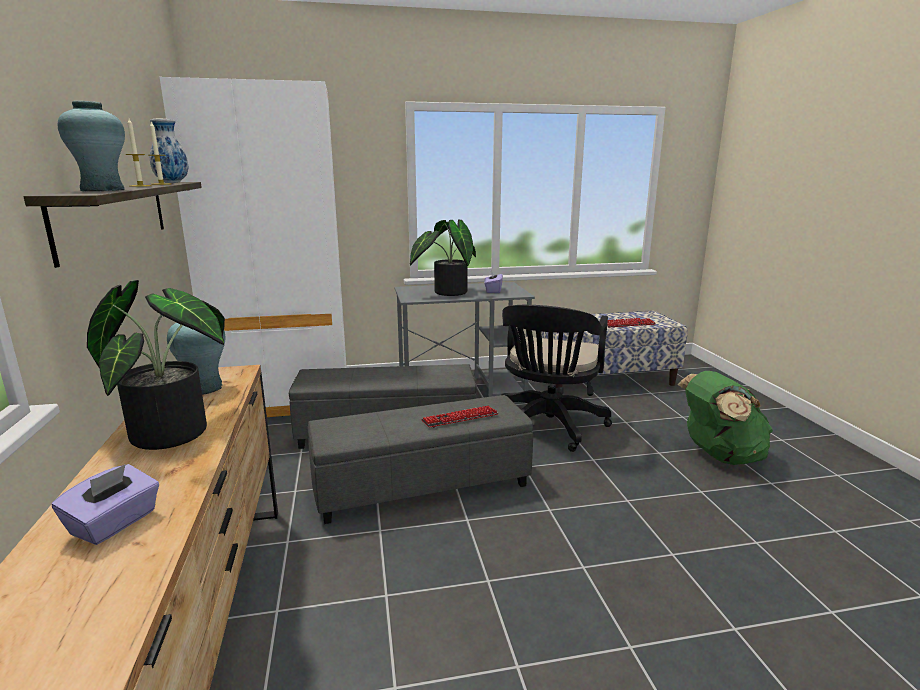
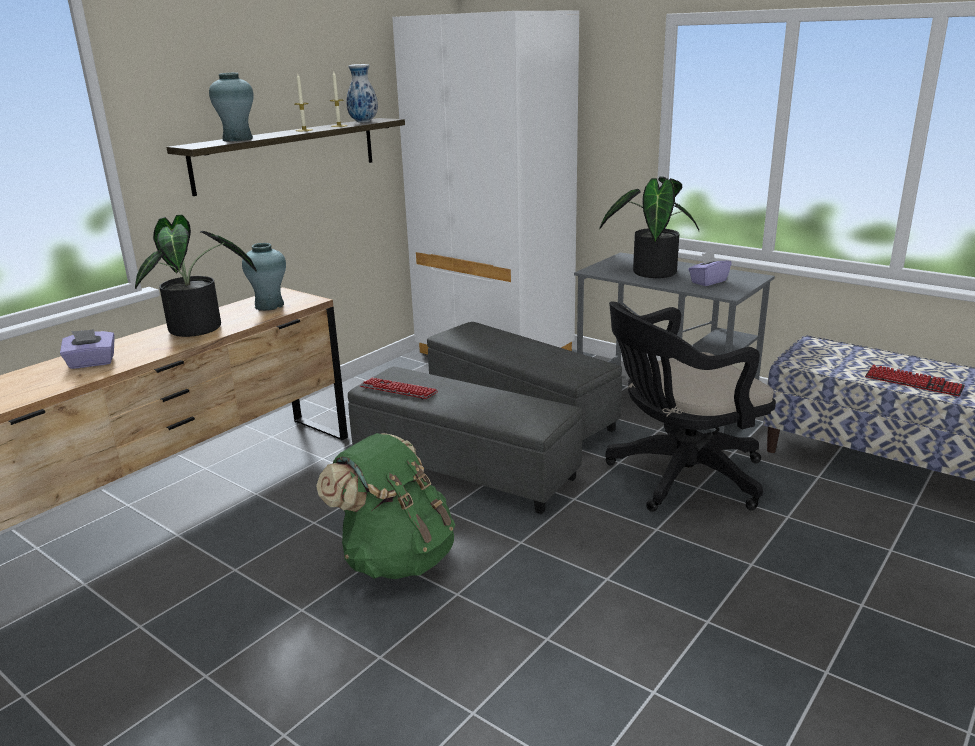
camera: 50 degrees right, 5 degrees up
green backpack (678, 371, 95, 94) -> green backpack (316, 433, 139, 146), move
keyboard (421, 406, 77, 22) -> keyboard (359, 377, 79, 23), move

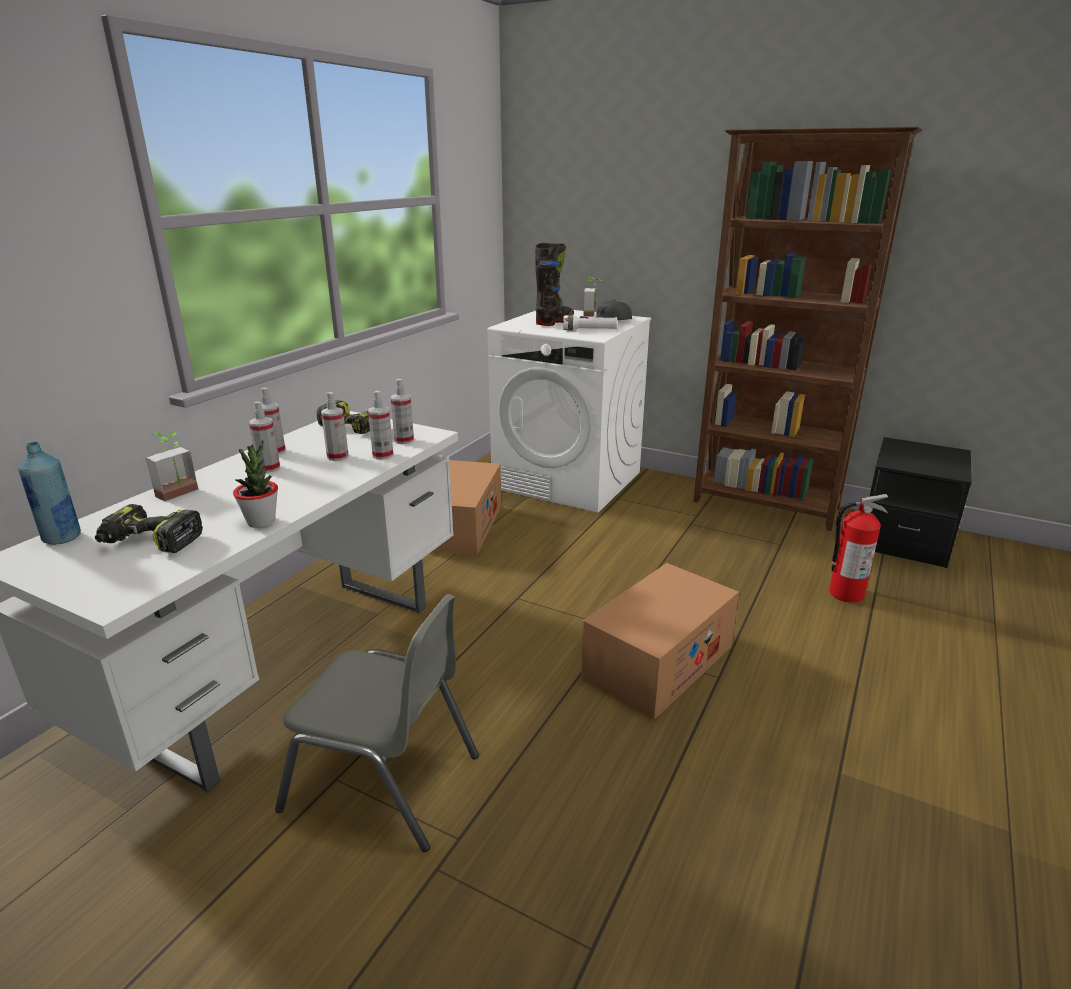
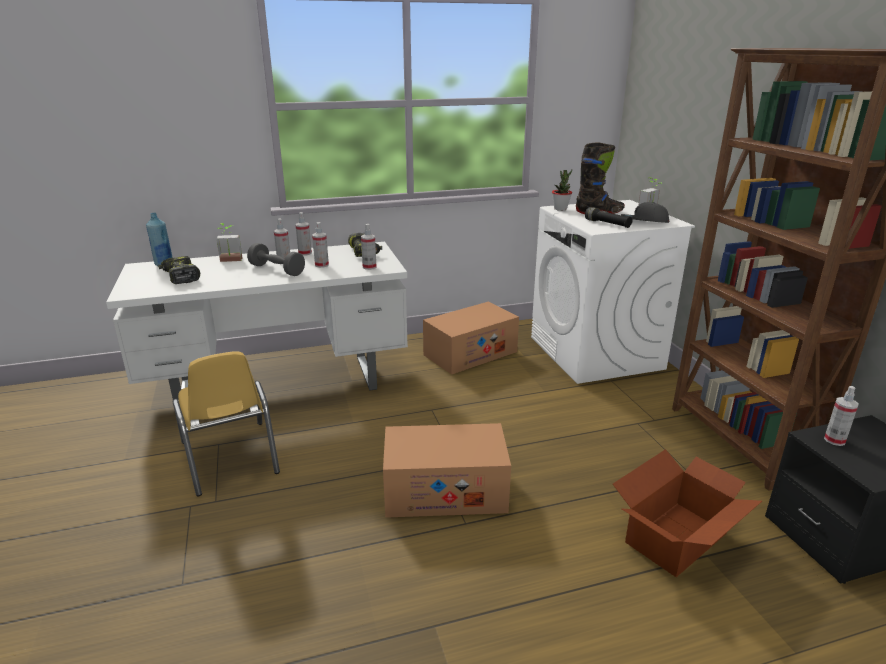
camera: 45 degrees right, 0 degrees up
grey chair (275, 594, 204, 258) -> yellow chair (173, 352, 107, 144)
none -> grey dumbbell (247, 243, 58, 33)
potted plant (233, 440, 45, 88) -> potted plant (552, 170, 20, 41), move
white flashlight (563, 315, 54, 15) -> black flashlight (585, 207, 48, 21)
fire extinguisher (829, 494, 59, 109) -> cardboard box (613, 449, 149, 128)
spray bottle (368, 391, 25, 69) -> spray bottle (824, 386, 34, 60), move

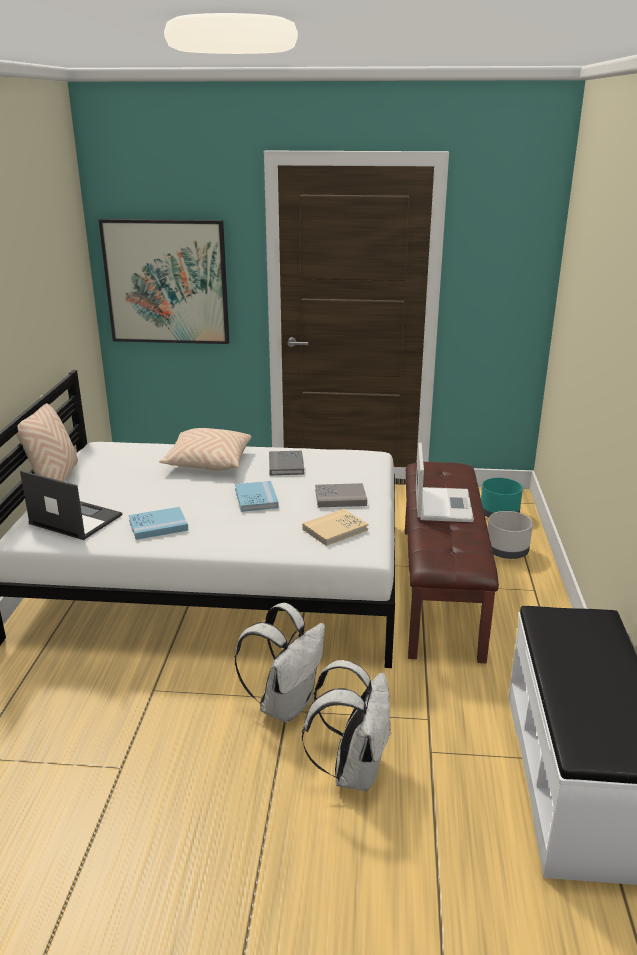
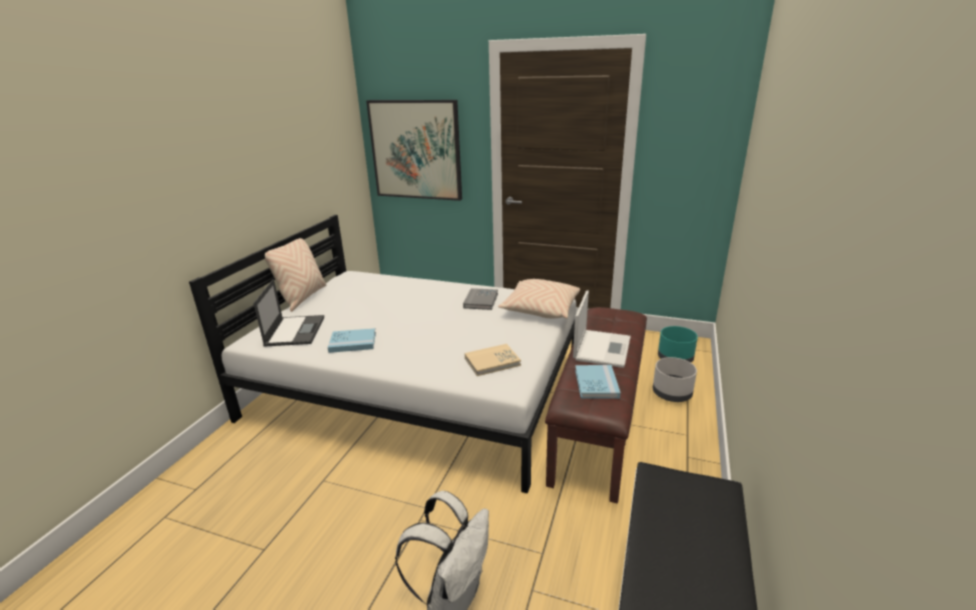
camera: 15 degrees right, 0 degrees up
laptop (20, 470, 102, 70) -> laptop (254, 279, 70, 68), 45 degrees clockwise
beige pillow (159, 428, 92, 42) -> beige pillow (498, 279, 82, 40), move
blue book (235, 481, 44, 31) -> blue book (575, 365, 46, 34), move
white backpack (234, 603, 91, 119) -> none
grey book (315, 483, 52, 24) -> none

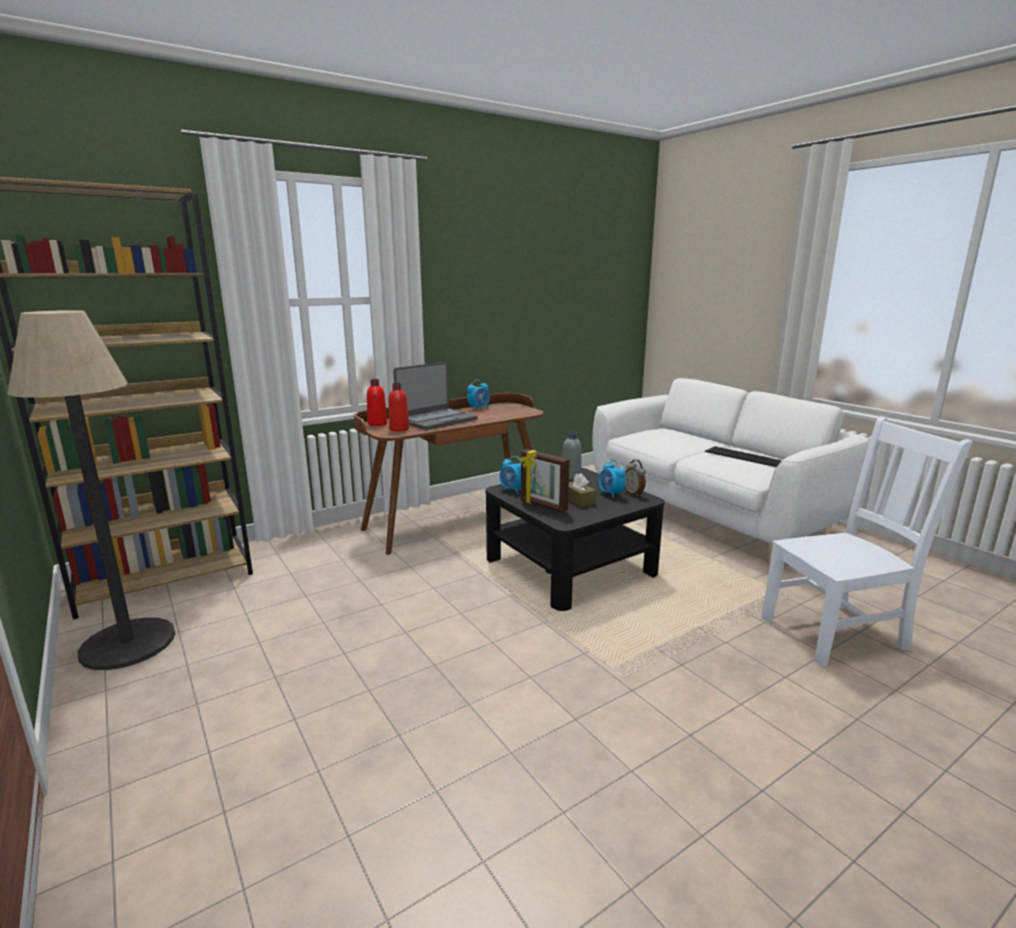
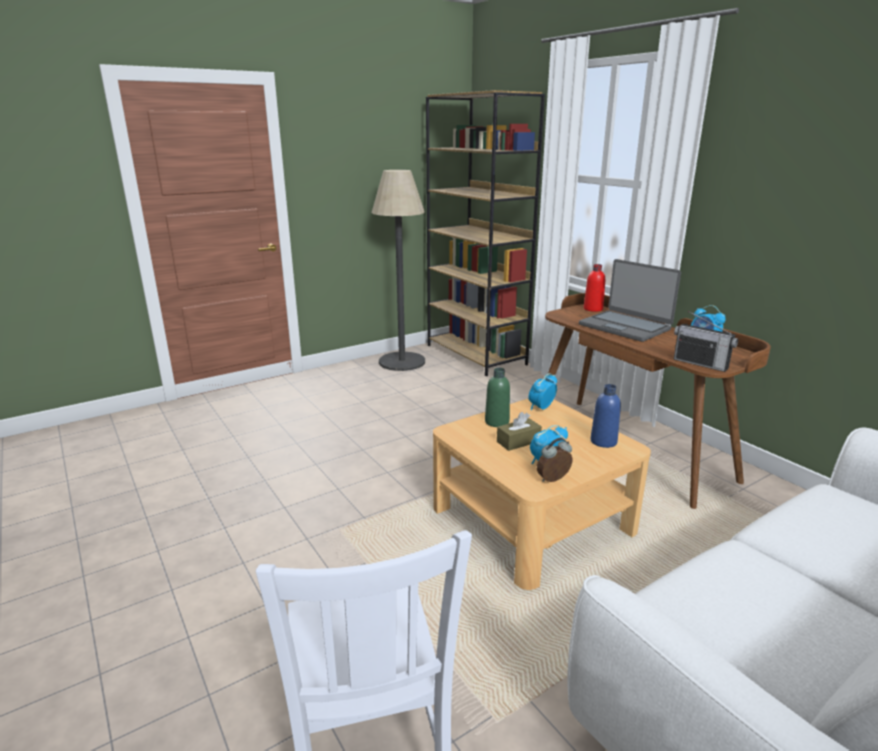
camera: 90 degrees right, 5 degrees up
black coffee table (486, 468, 179, 143) -> beige coffee table (433, 399, 218, 191)
picture frame (520, 449, 50, 64) -> green bottle (485, 368, 25, 59)
grey bottle (562, 431, 19, 49) -> blue bottle (590, 384, 31, 64)
none -> radio (673, 311, 65, 61)
red bottle (388, 383, 21, 49) -> none
keyboard (705, 446, 77, 21) -> none

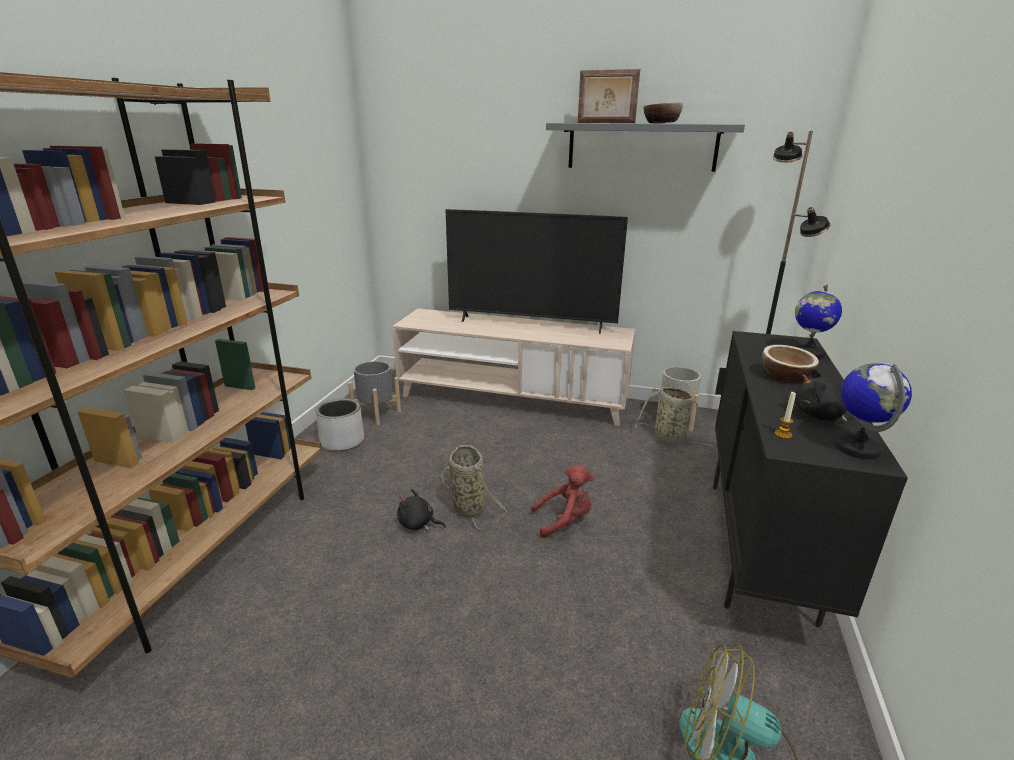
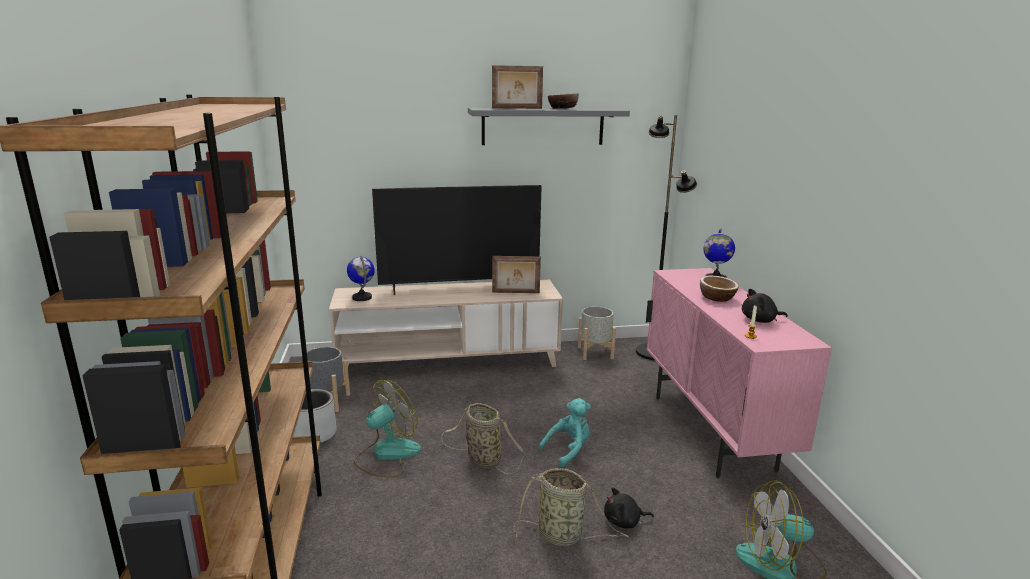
camera: 25 degrees left, 5 degrees down
globe (835, 363, 77, 96) -> globe (347, 256, 28, 45), move
none -> fan (354, 380, 67, 97)
none -> picture frame (492, 256, 49, 37)
basket (635, 387, 82, 59) -> basket (513, 468, 117, 78), move
red plush toy (531, 465, 63, 73) -> turquoise plush toy (539, 398, 52, 69)
black plush toy (397, 489, 49, 41) -> black plush toy (604, 488, 50, 41), move
black cabinet (713, 331, 195, 296) -> pink cabinet (646, 268, 186, 210)

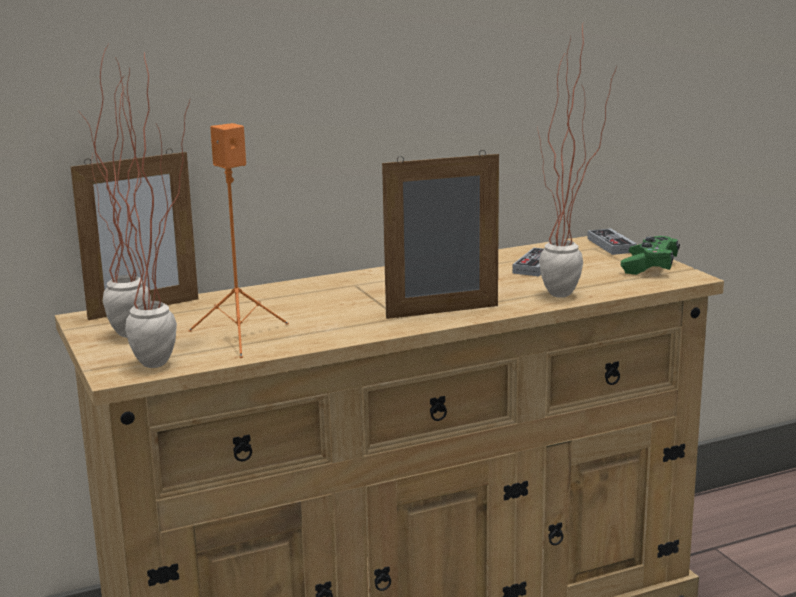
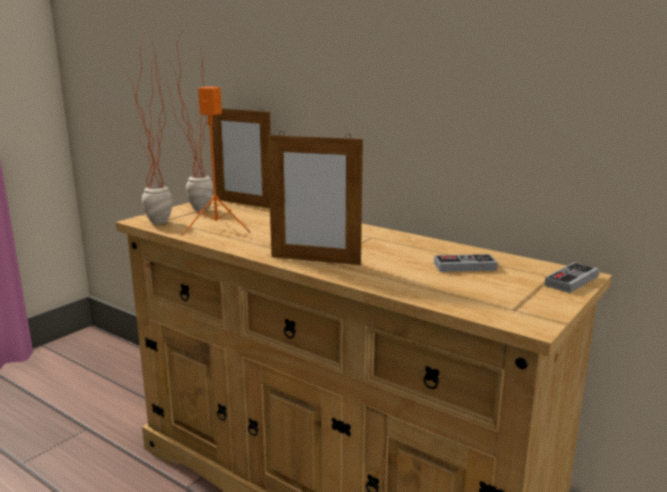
camera: 60 degrees right, 0 degrees up
picture frame (382, 150, 117, 169) -> picture frame (267, 131, 96, 134), 150 degrees clockwise
potted plant (538, 25, 79, 273) -> none
green game controller (621, 236, 59, 39) -> none

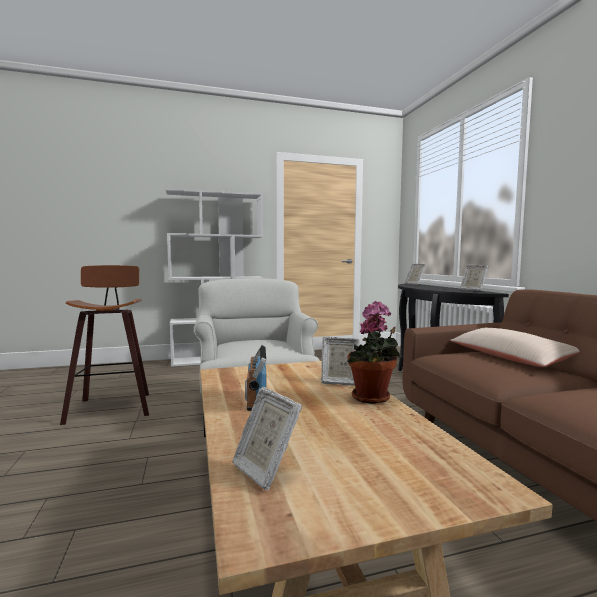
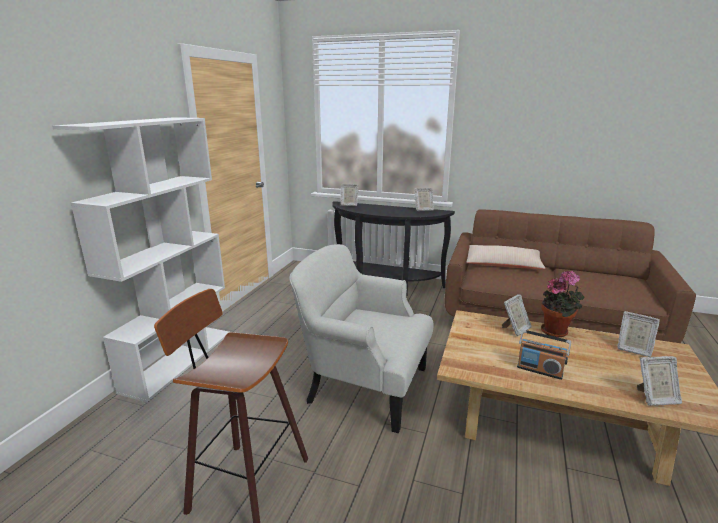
camera: 55 degrees left, 15 degrees up
none -> picture frame (617, 311, 42, 46)

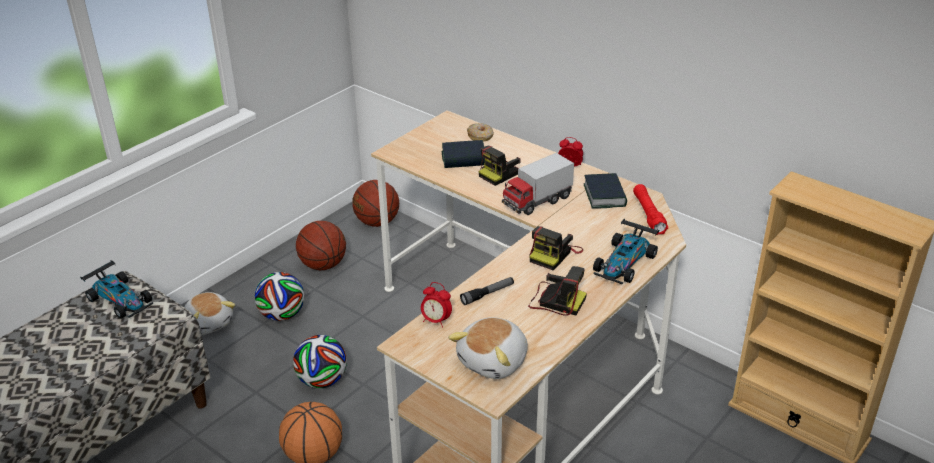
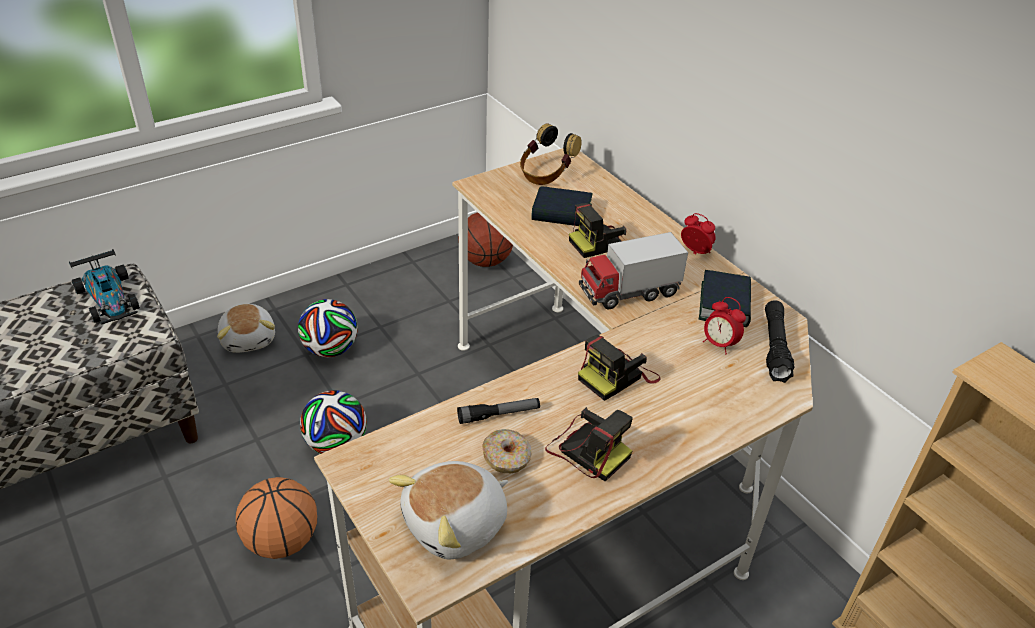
camera: 15 degrees right, 5 degrees up
donut (467, 123, 27, 18) -> donut (482, 429, 49, 44), move
none -> headphones (520, 123, 62, 62)
alarm clock (421, 282, 31, 46) -> alarm clock (703, 297, 43, 58), move
red flashlight (633, 184, 35, 51) -> black flashlight (765, 300, 30, 83)
basketball (296, 221, 50, 49) -> none
toy car (593, 219, 66, 65) -> none

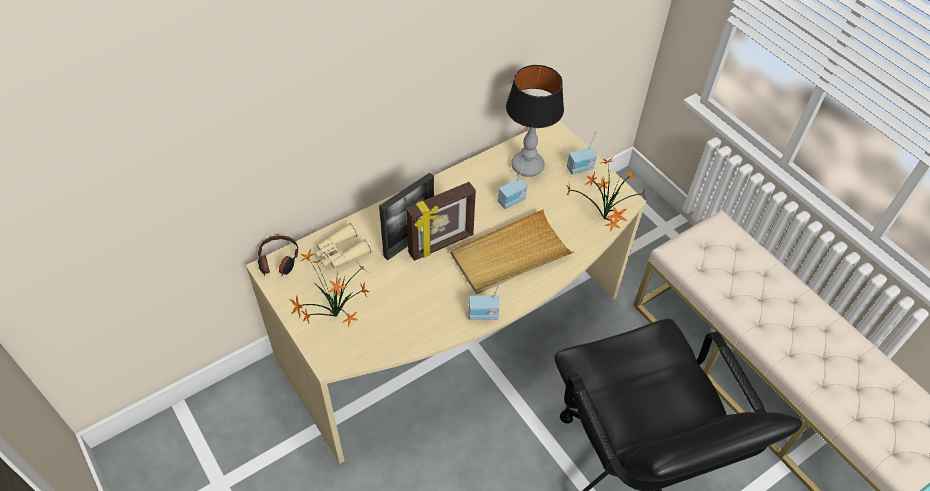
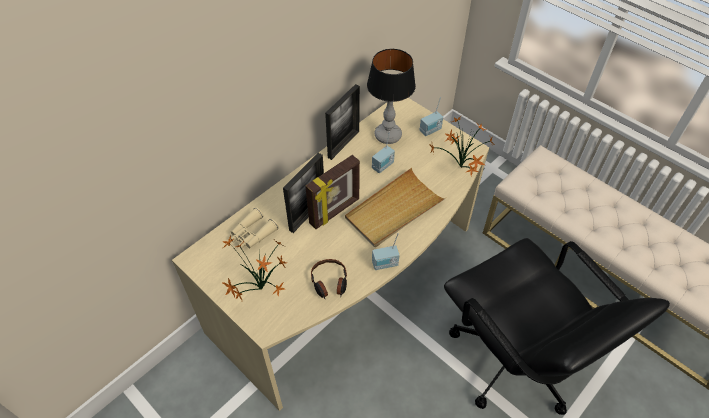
camera: 10 degrees left, 0 degrees up
headphones (258, 235, 40, 42) -> headphones (311, 259, 36, 41), move
none -> picture frame (325, 84, 35, 76)

